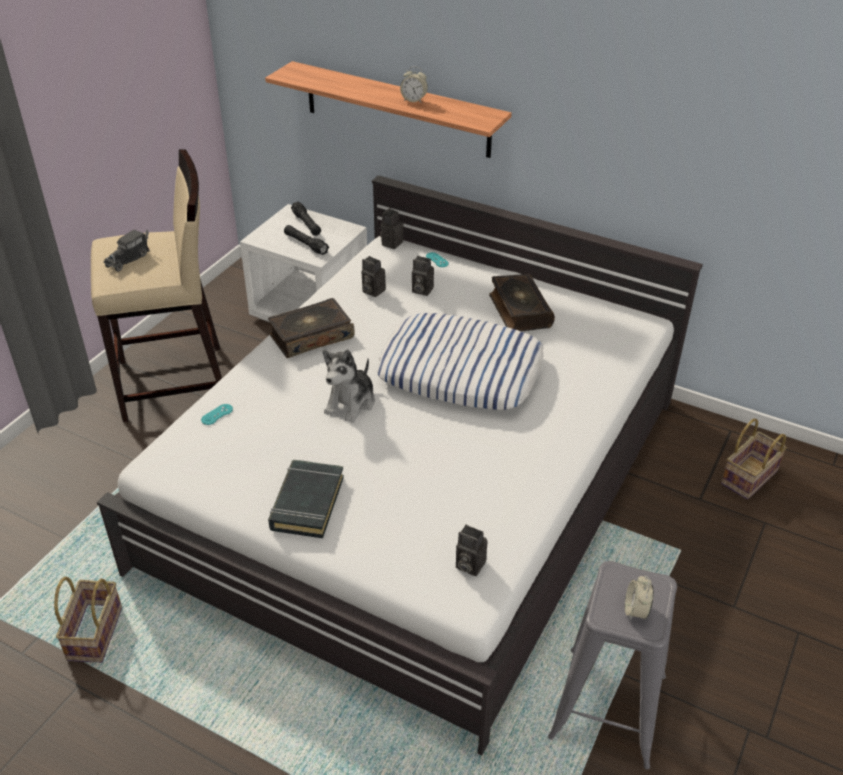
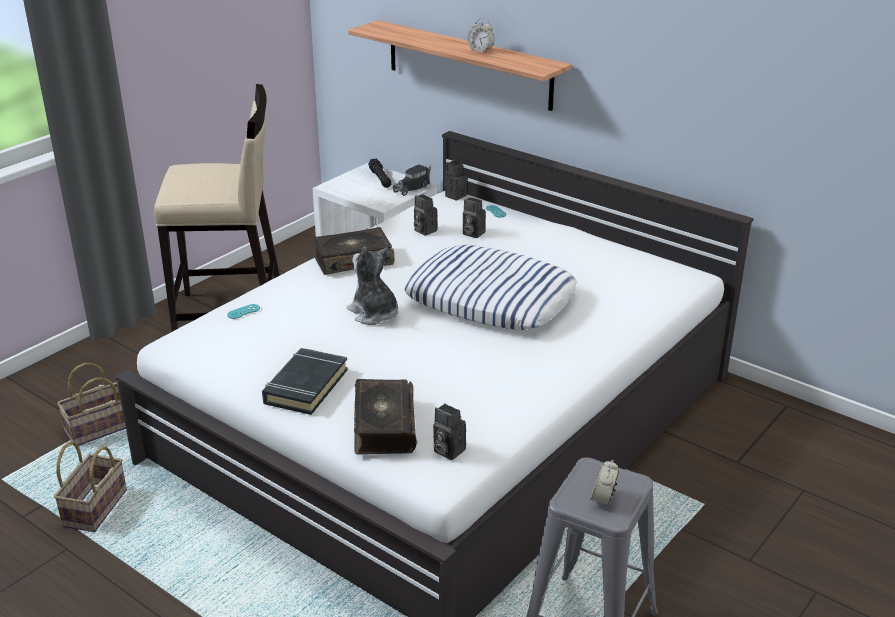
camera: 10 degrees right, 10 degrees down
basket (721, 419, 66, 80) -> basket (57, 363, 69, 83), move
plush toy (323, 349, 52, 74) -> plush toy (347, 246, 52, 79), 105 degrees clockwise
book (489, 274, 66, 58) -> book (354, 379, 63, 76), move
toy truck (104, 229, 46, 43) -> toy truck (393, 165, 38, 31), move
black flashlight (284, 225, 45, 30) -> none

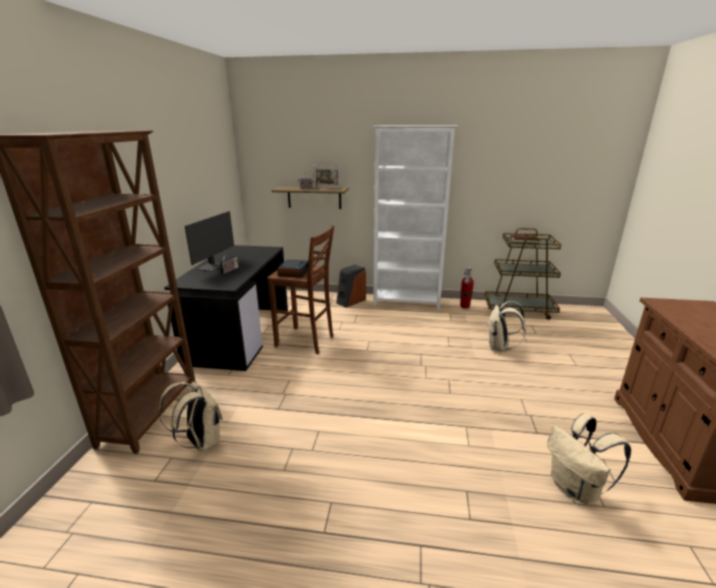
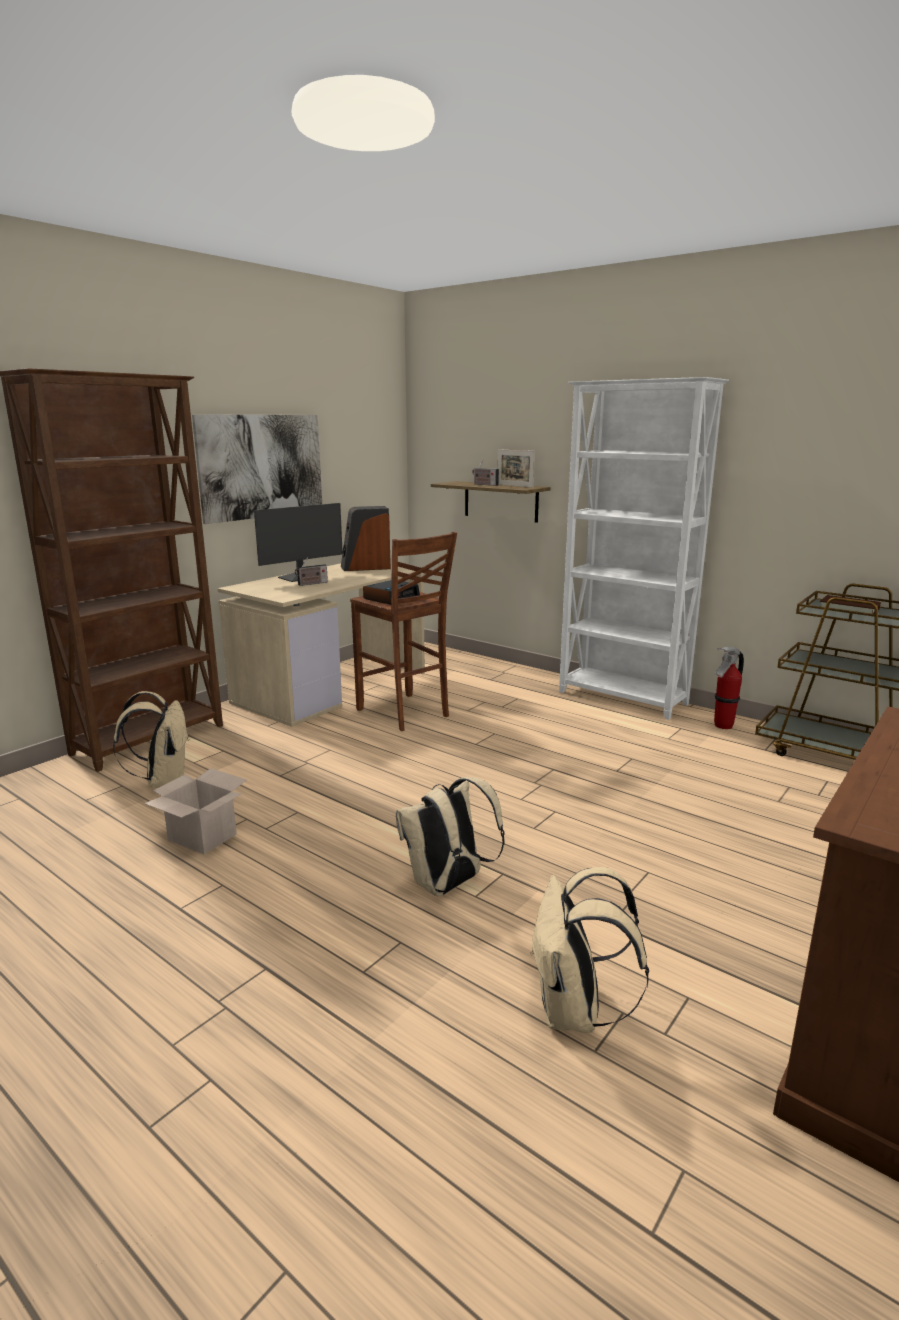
camera: 30 degrees right, 5 degrees down
none -> cardboard box (144, 768, 102, 87)
none -> picture (192, 414, 130, 110)
black desk (164, 245, 124, 126) -> beige desk (217, 563, 208, 164)
speaker (336, 265, 30, 42) -> speaker (341, 506, 50, 65), move
beige backpack (487, 301, 39, 51) -> beige backpack (395, 777, 110, 119), move

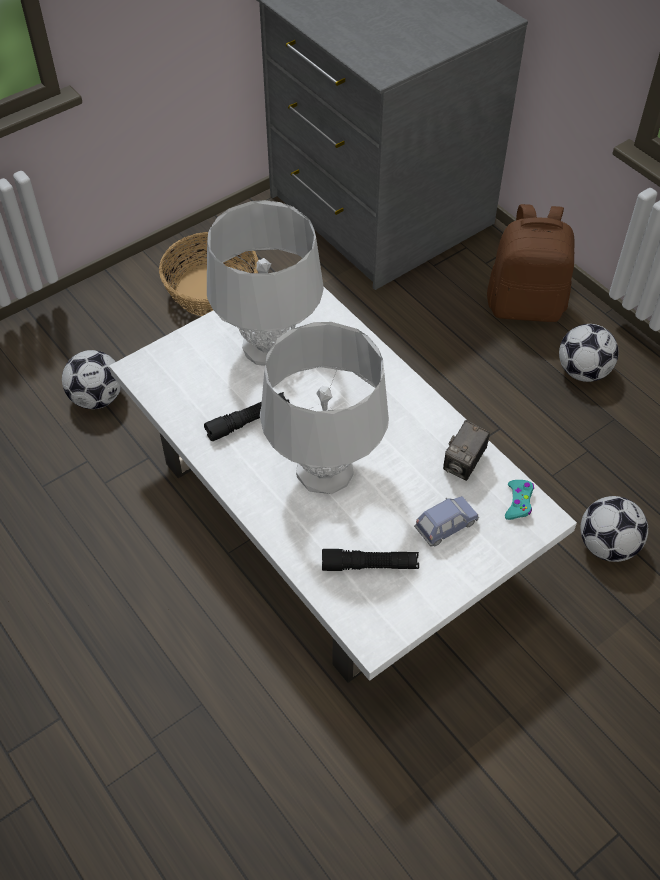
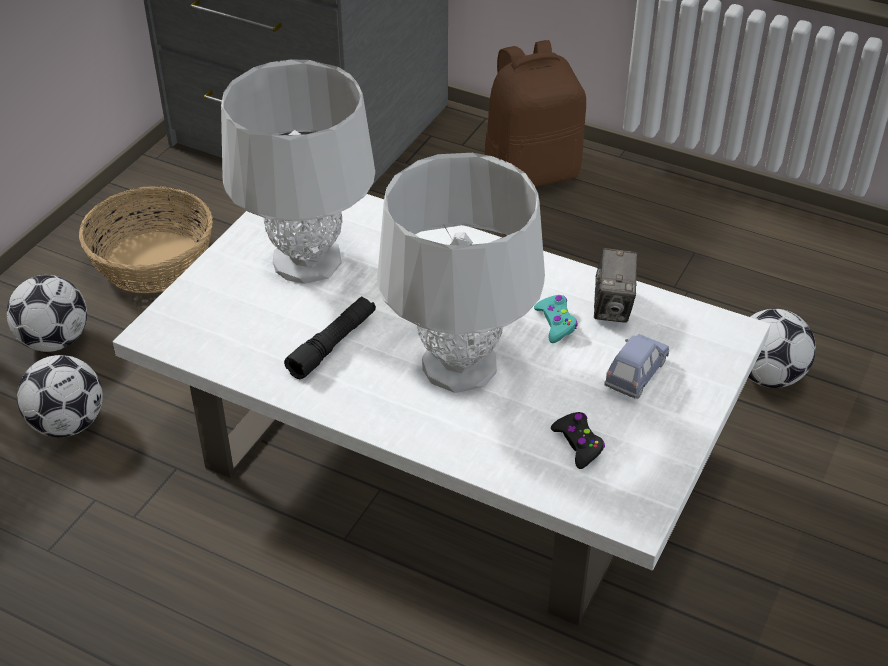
camera: 25 degrees left, 10 degrees down
football (559, 324, 60, 58) -> football (7, 275, 80, 77), move
turquoise game controller (505, 480, 29, 40) -> turquoise game controller (534, 295, 44, 48), move
black flashlight (322, 549, 97, 22) -> black game controller (551, 412, 54, 57)

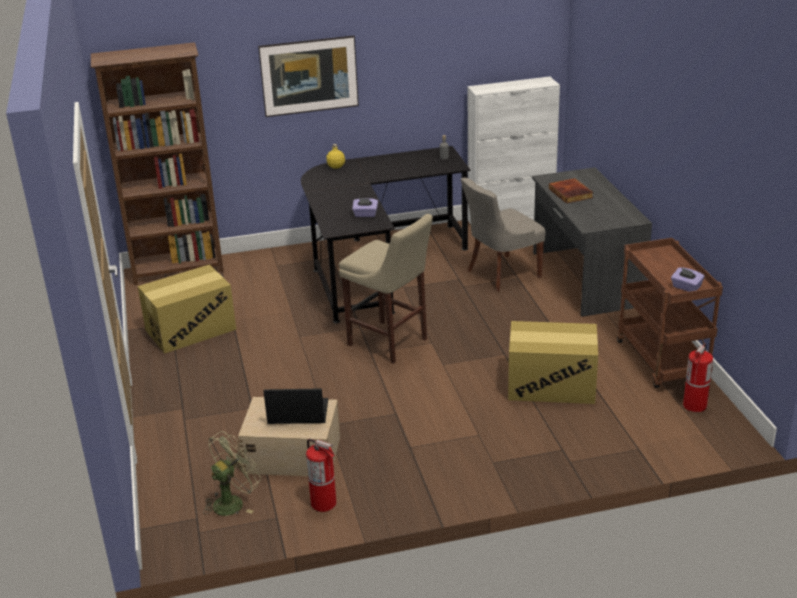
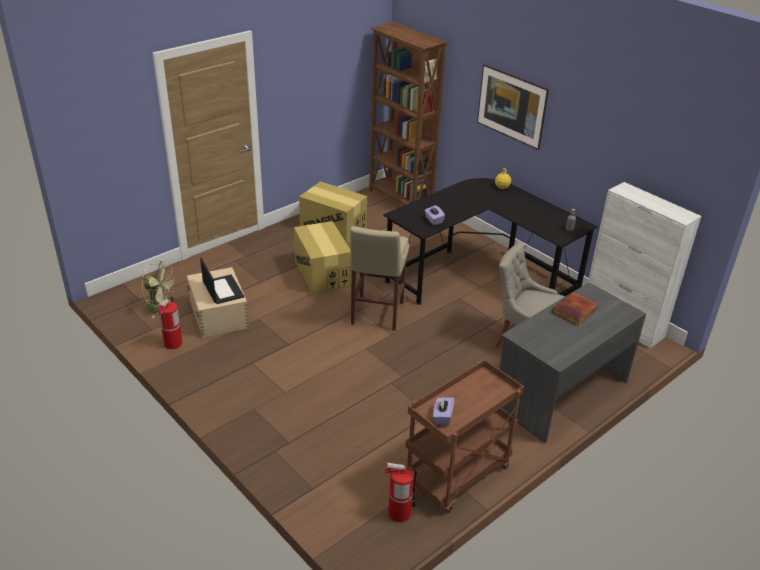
camera: 60 degrees right, 5 degrees up
cardboard box (508, 321, 90, 83) -> cardboard box (294, 221, 58, 73), move

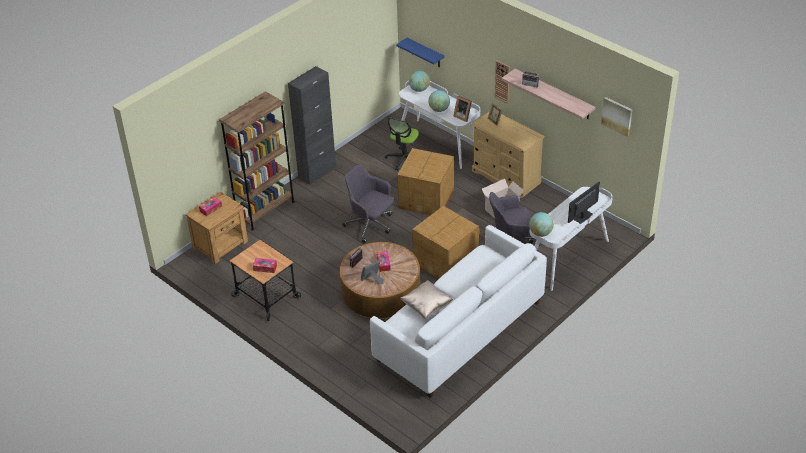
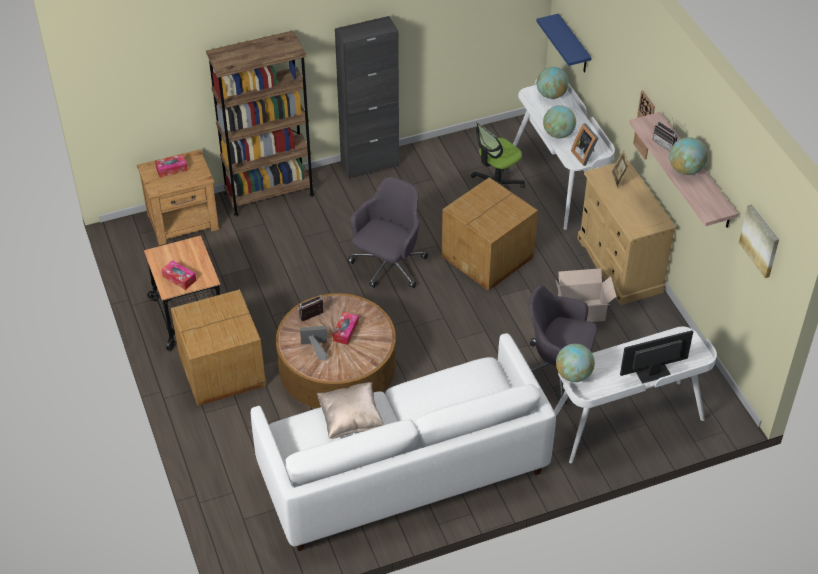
camera: 25 degrees right, 5 degrees up
cardboard box (412, 206, 67, 73) -> cardboard box (171, 289, 95, 117), move
grey office chair (342, 165, 52, 79) -> grey office chair (348, 177, 80, 111), 60 degrees clockwise
none -> globe (669, 137, 39, 38)

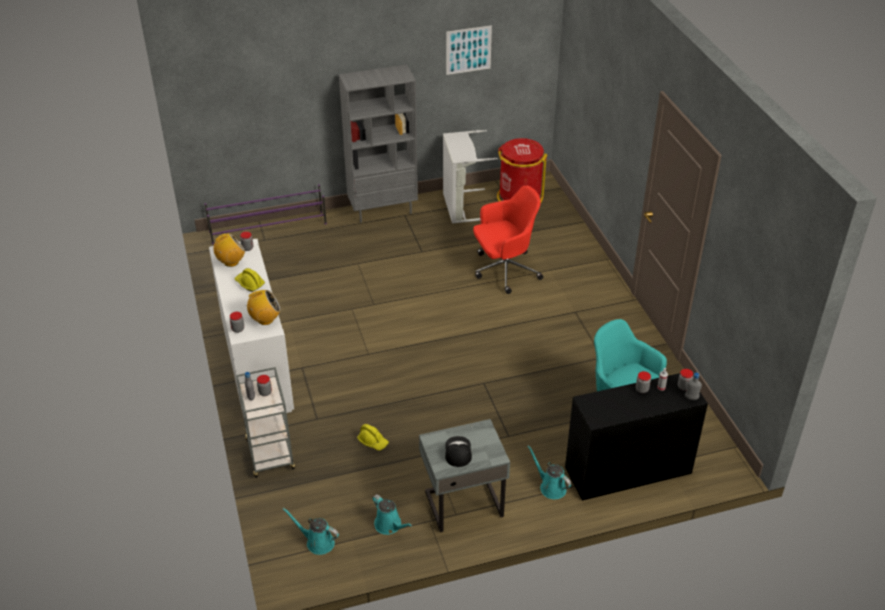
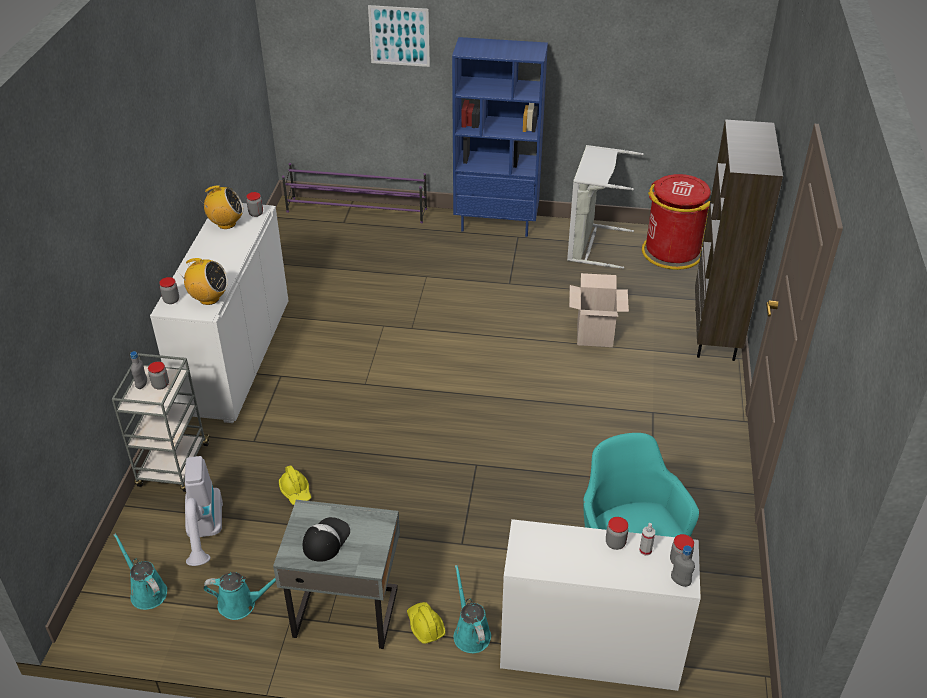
camera: 25 degrees right, 0 degrees up
none -> vacuum cleaner (185, 456, 38, 110)
turquoise watering can (372, 494, 40, 41) -> turquoise watering can (203, 572, 73, 48), 75 degrees counterclockwise
picture (446, 25, 46, 50) -> picture (368, 5, 62, 62), move
yellow hard hat (235, 268, 30, 24) -> yellow hard hat (407, 602, 39, 42), move
grey bookcase (339, 65, 79, 157) -> blue bookcase (452, 37, 96, 200)
black desk (565, 373, 143, 128) -> white desk (500, 519, 201, 172)
red office chair (473, 185, 70, 109) -> cardboard box (569, 273, 60, 74)
none -> brown bookcase (695, 119, 88, 242)

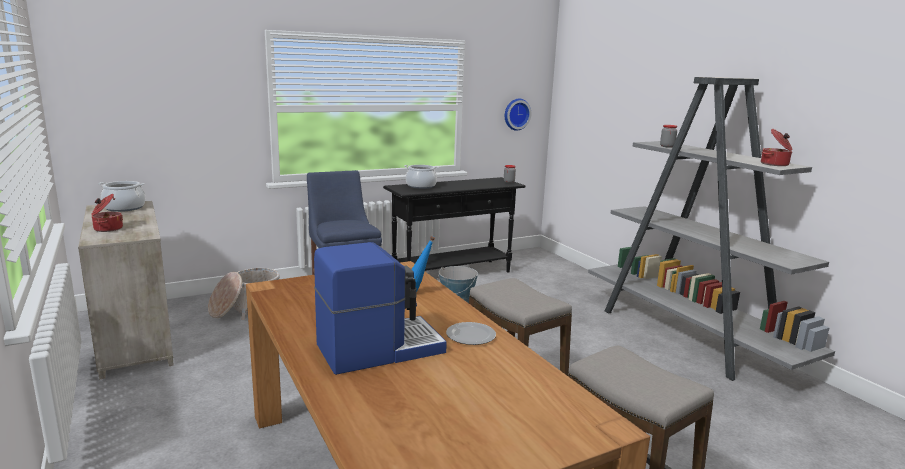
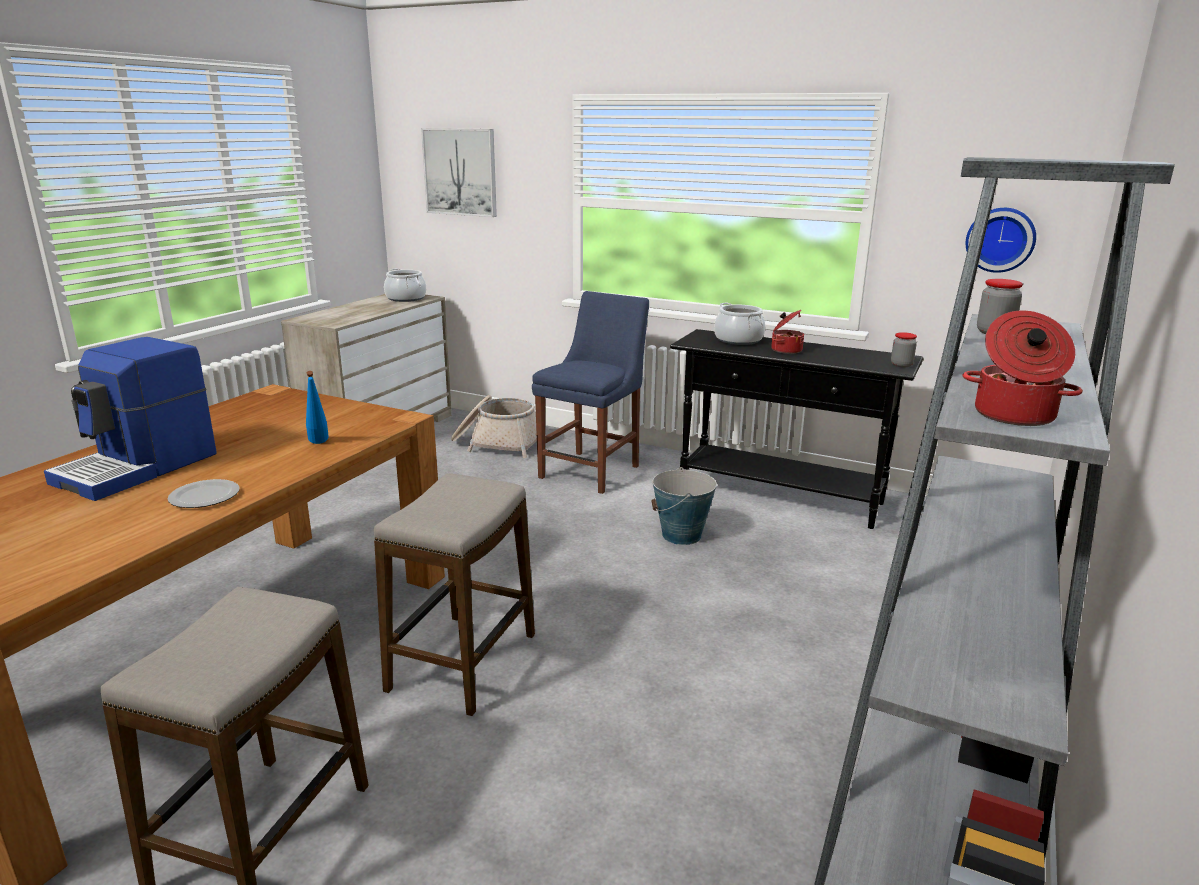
camera: 55 degrees right, 5 degrees up
coffee machine (314, 242, 133, 133) -> coffee machine (44, 337, 173, 164), 90 degrees clockwise
none -> picture (421, 128, 76, 89)
cooking pot (91, 194, 32, 38) -> cooking pot (771, 310, 33, 44), move

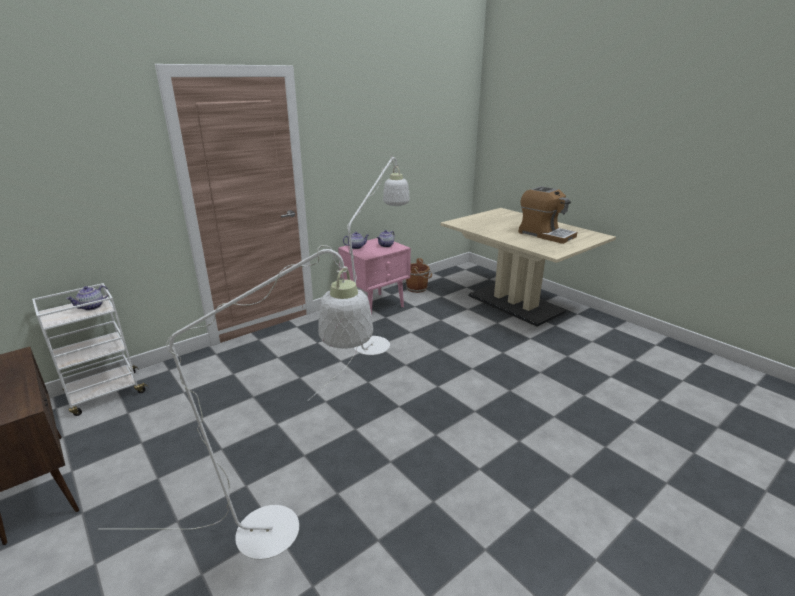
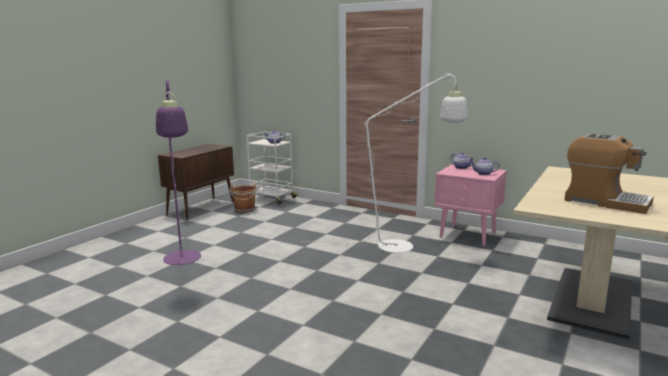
camera: 70 degrees right, 10 degrees down
white floor lamp (98, 245, 275, 315) -> purple floor lamp (156, 79, 45, 186)
brown bucket (406, 258, 26, 35) -> brown bucket (230, 183, 27, 30), move
coffee machine (518, 186, 59, 58) -> coffee machine (564, 133, 90, 81), 75 degrees counterclockwise

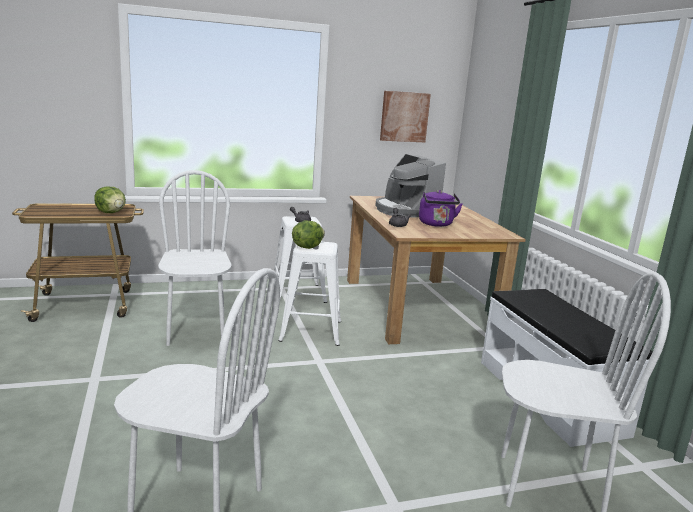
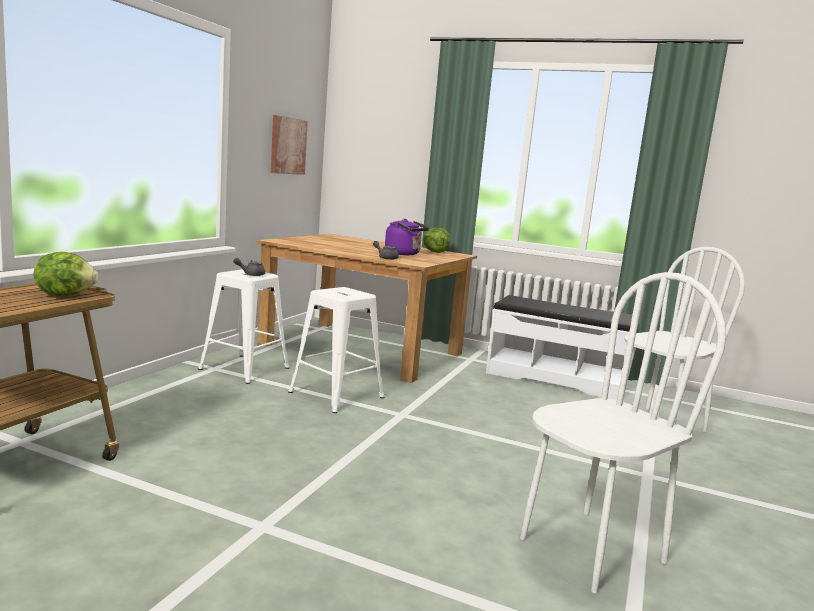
camera: 50 degrees left, 5 degrees down
lettuce (292, 220, 33, 29) -> lettuce (423, 228, 27, 25), move
white chair (158, 170, 74, 176) -> none
coffee machine (375, 154, 71, 64) -> none

